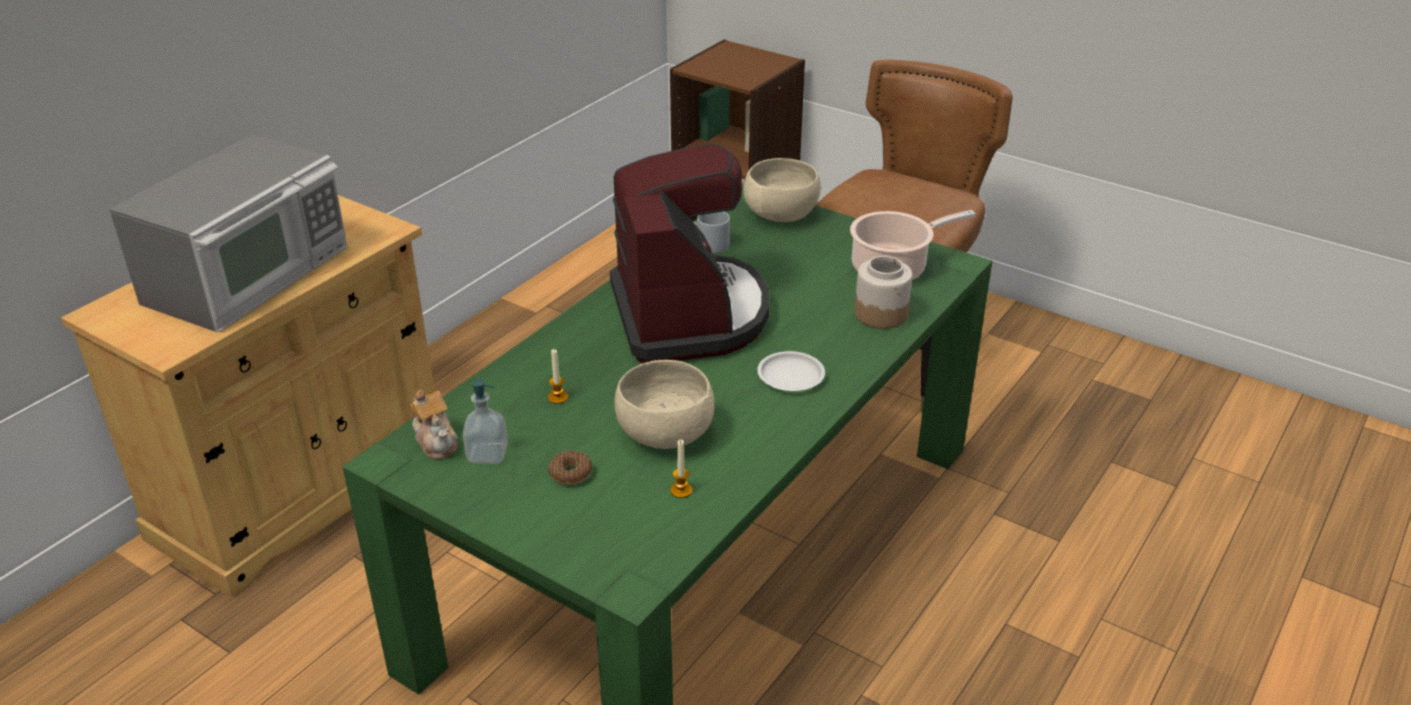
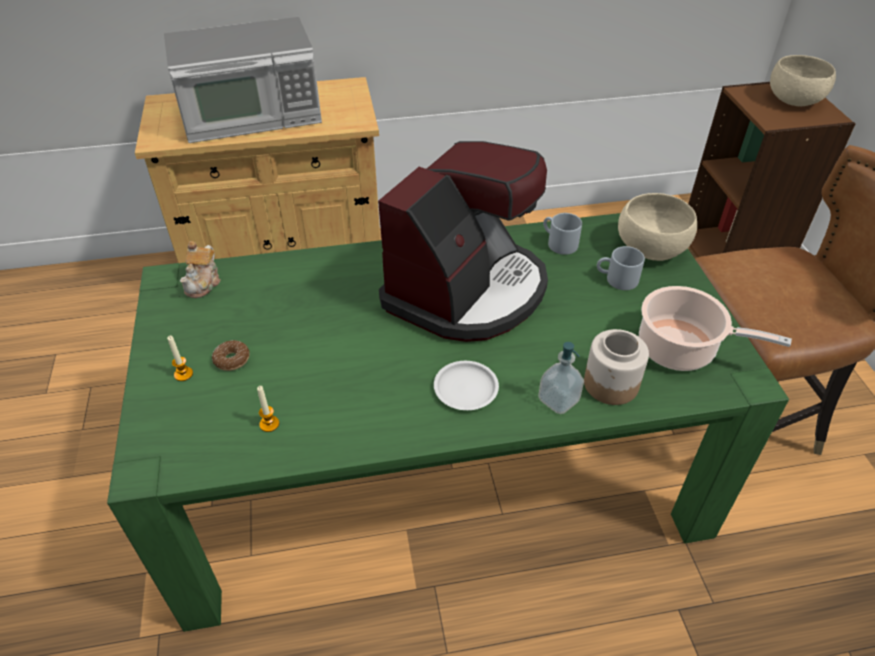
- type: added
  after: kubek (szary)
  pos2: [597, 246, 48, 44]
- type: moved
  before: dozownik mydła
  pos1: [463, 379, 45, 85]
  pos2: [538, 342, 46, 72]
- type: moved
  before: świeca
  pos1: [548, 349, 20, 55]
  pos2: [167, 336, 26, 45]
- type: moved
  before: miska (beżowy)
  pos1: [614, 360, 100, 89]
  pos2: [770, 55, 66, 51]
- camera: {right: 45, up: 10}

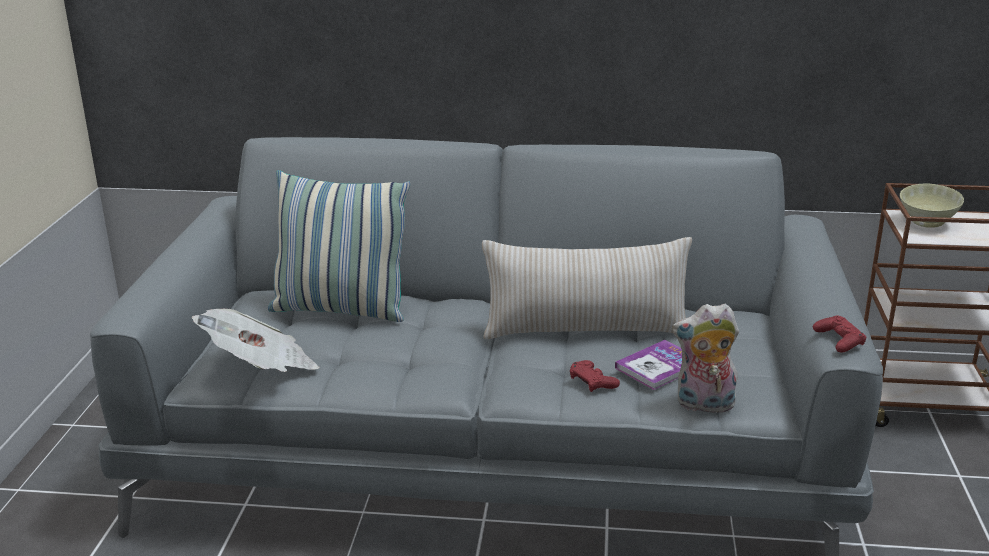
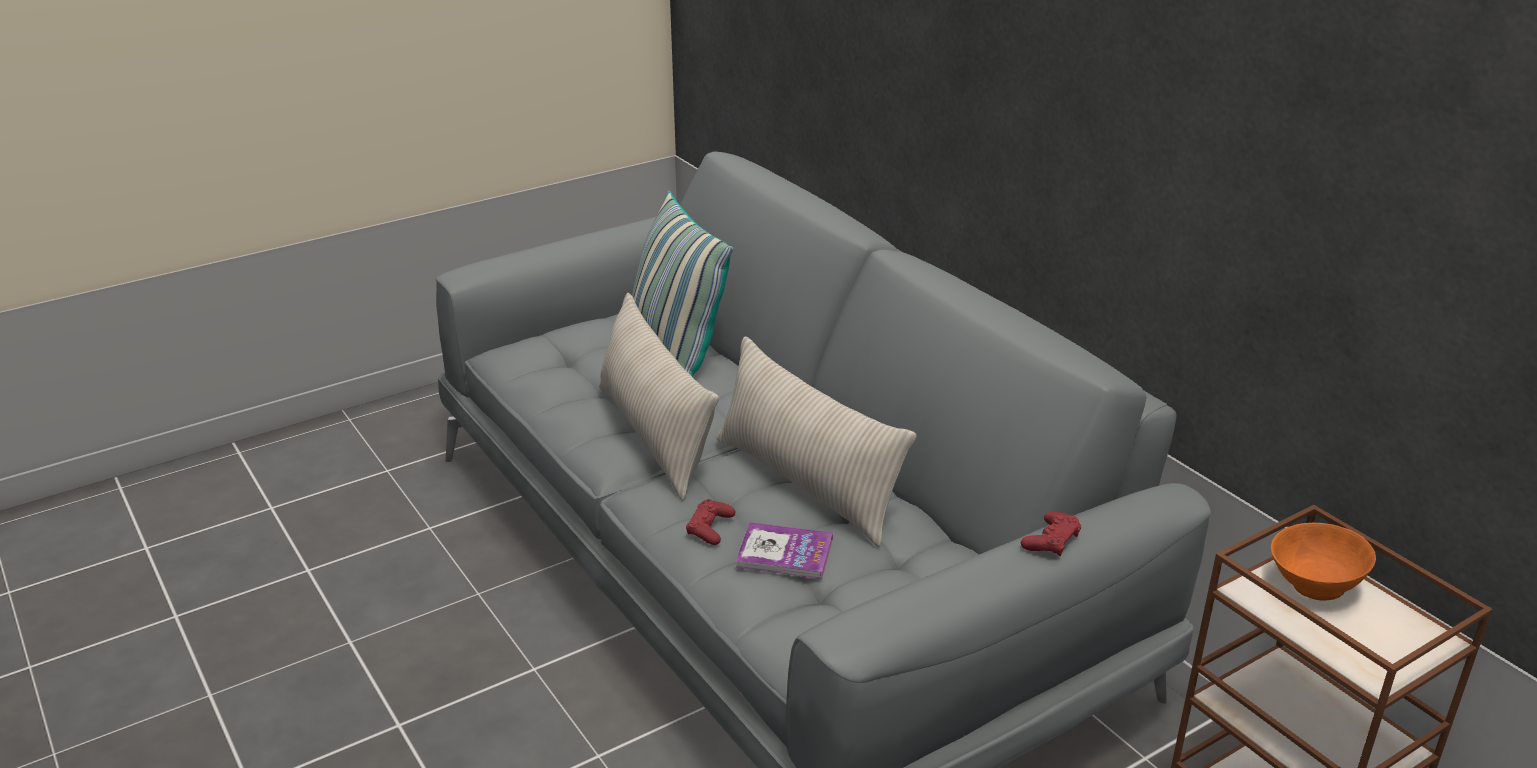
- type: removed
  before: gazeta
  pos1: [192, 309, 127, 63]
- type: removed
  before: pluszak
  pos1: [672, 304, 67, 112]
- type: added
  after: poduszka (beżowy)
  pos2: [599, 293, 120, 208]
- type: moved
  before: pad do gier (czerwony)
  pos1: [813, 316, 53, 37]
  pos2: [1021, 511, 60, 45]
- type: recoloured
  before: miska (beżowy)
  after: miska (pomarańczowy)
  pos1: [900, 184, 64, 44]
  pos2: [1271, 523, 105, 77]
- camera: {right: 50, up: 5}

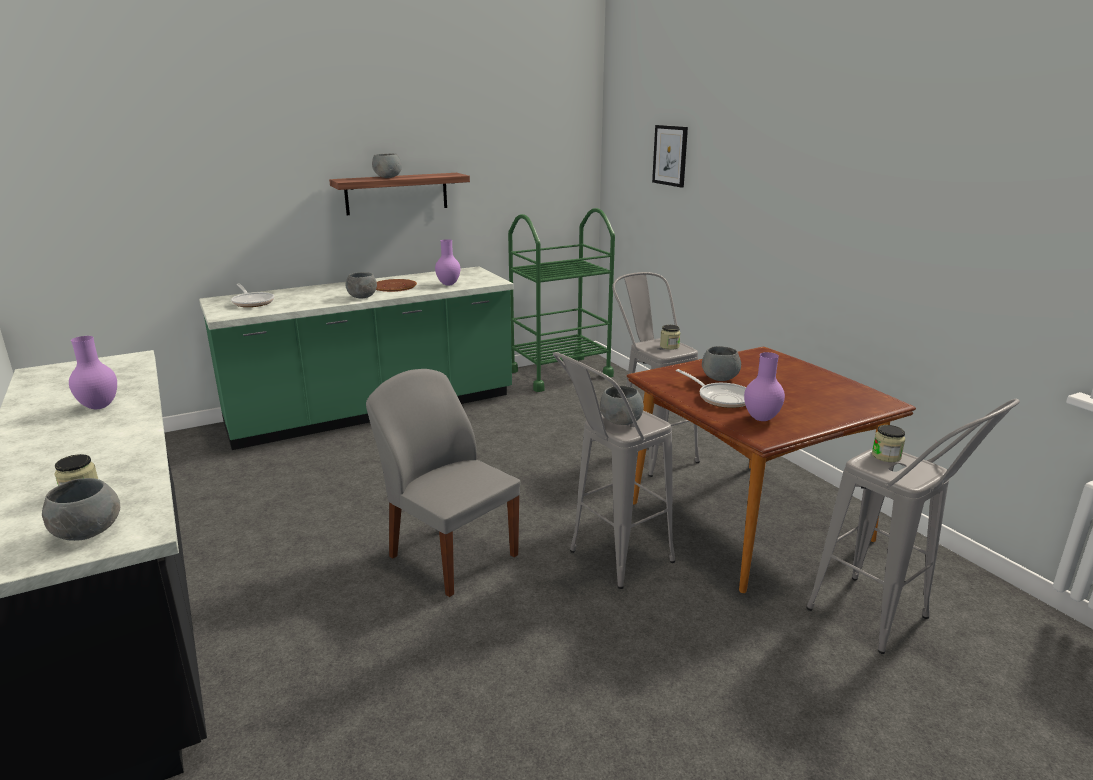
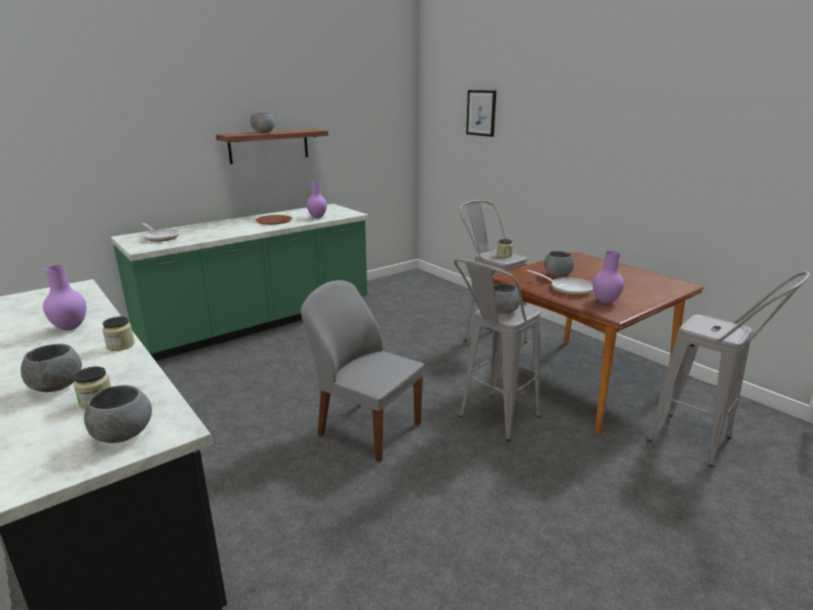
- type: removed
  before: wózek (zielony)
  pos1: [508, 208, 107, 184]
- type: moved
  before: miska (szary)
  pos1: [346, 272, 31, 26]
  pos2: [21, 344, 61, 48]
- type: moved
  before: słoik
  pos1: [872, 425, 33, 37]
  pos2: [102, 316, 33, 35]
- camera: {right: -10, up: 0}

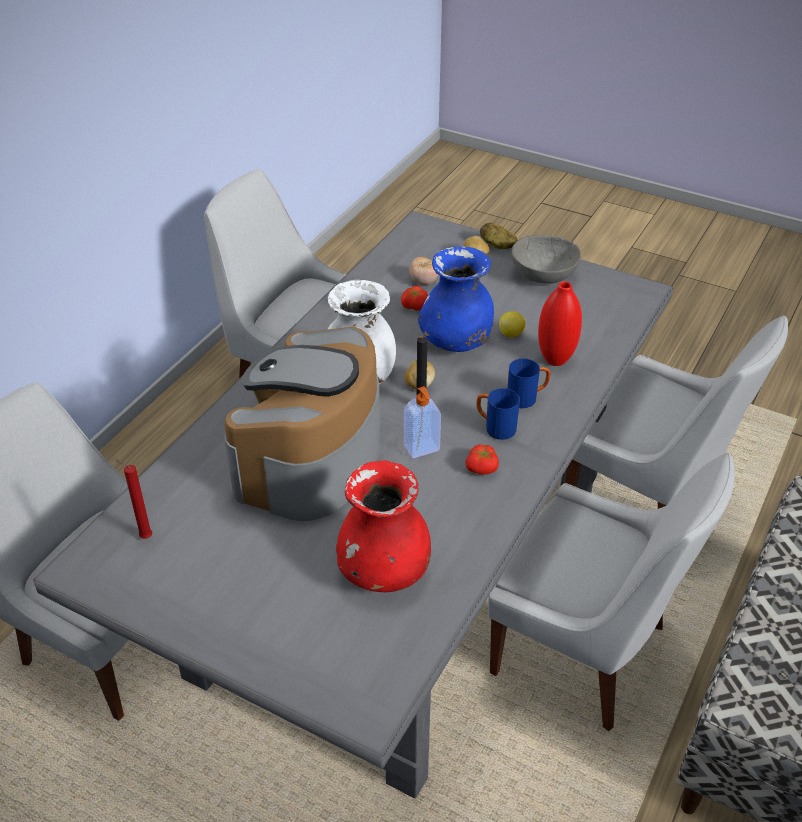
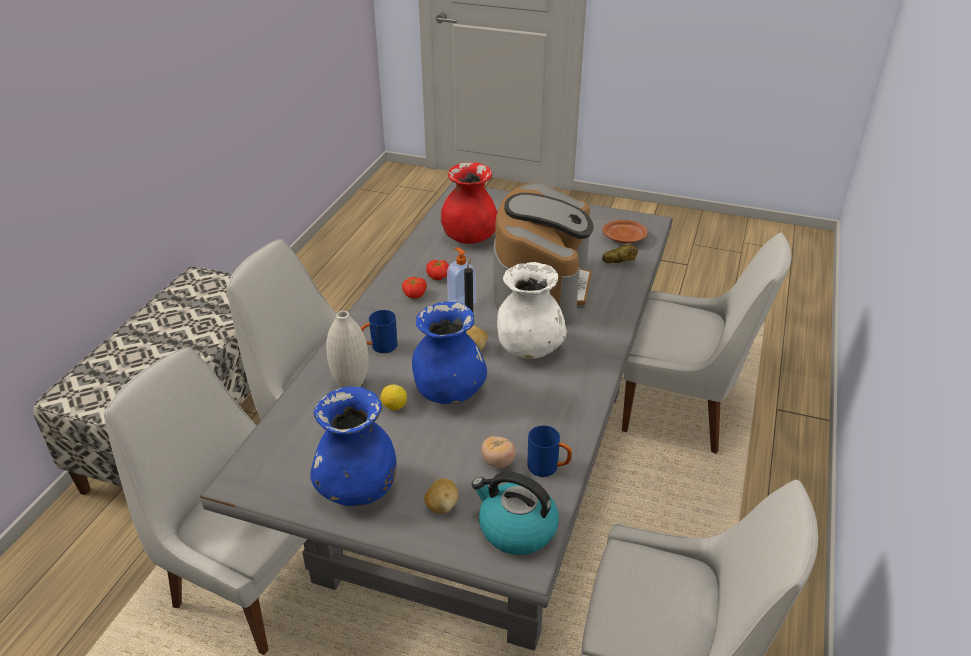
- type: added
  after: czajnik
  pos2: [472, 472, 87, 83]
- type: moved
  before: pomidor
  pos1: [401, 286, 27, 25]
  pos2: [426, 260, 23, 20]
- type: moved
  before: kubek (niebieski)
  pos1: [476, 388, 44, 52]
  pos2: [527, 425, 45, 52]
- type: moved
  before: ziemniak
  pos1: [480, 223, 37, 26]
  pos2: [602, 244, 36, 19]
- type: replaced
  before: świeca (czerwony)
  after: talerz (brązowy)
  pos1: [116, 460, 36, 79]
  pos2: [603, 220, 45, 23]
- type: replaced
  before: miska (szary)
  after: wazon (niebieski)
  pos1: [511, 235, 70, 49]
  pos2: [310, 386, 86, 120]
- type: recoloured
  before: wazon (czerwony)
  after: wazon (biały)
  pos1: [538, 281, 44, 85]
  pos2: [326, 311, 43, 77]
- camera: {right: 170, up: -5}

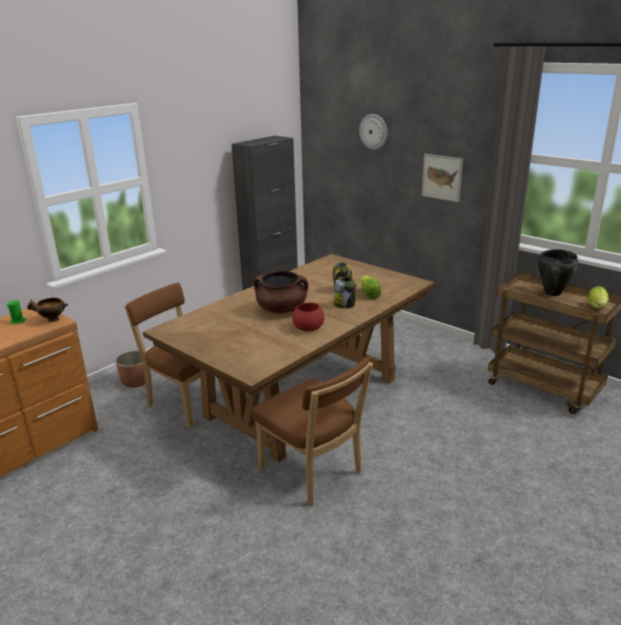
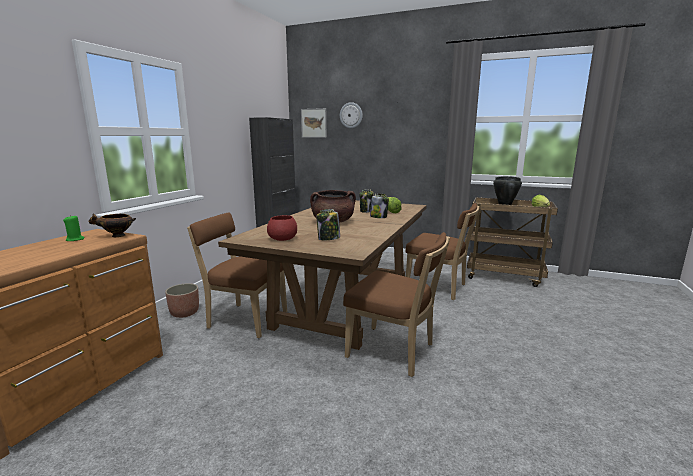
- type: added
  after: słoik
  pos2: [317, 209, 23, 31]
- type: added
  after: krzesło (brązowy)
  pos2: [405, 203, 75, 97]
- type: moved
  before: miska (czerwony)
  pos1: [292, 303, 32, 29]
  pos2: [267, 215, 30, 26]
- type: moved
  before: obraz
  pos1: [421, 154, 42, 48]
  pos2: [301, 108, 26, 30]
- camera: {right: -20, up: -10}

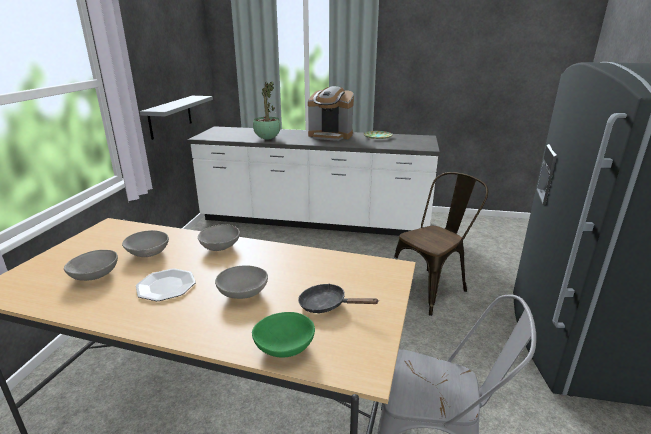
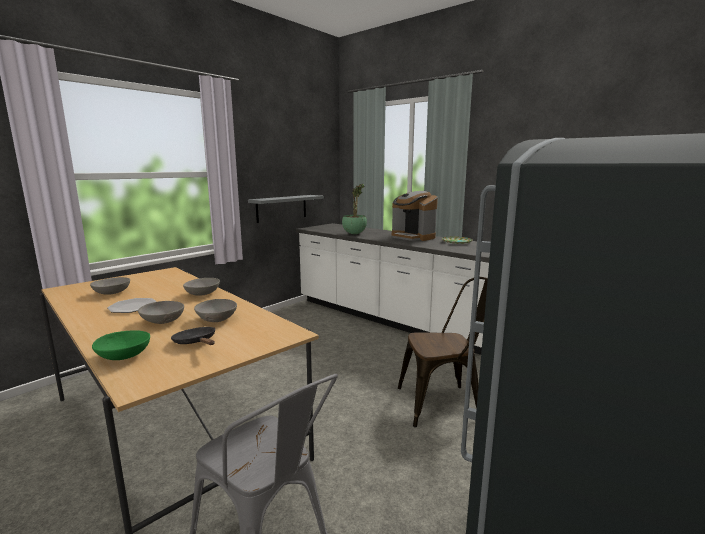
- type: moved
  before: miska (szary)
  pos1: [122, 230, 47, 27]
  pos2: [194, 299, 43, 23]
- camera: {right: 30, up: -10}

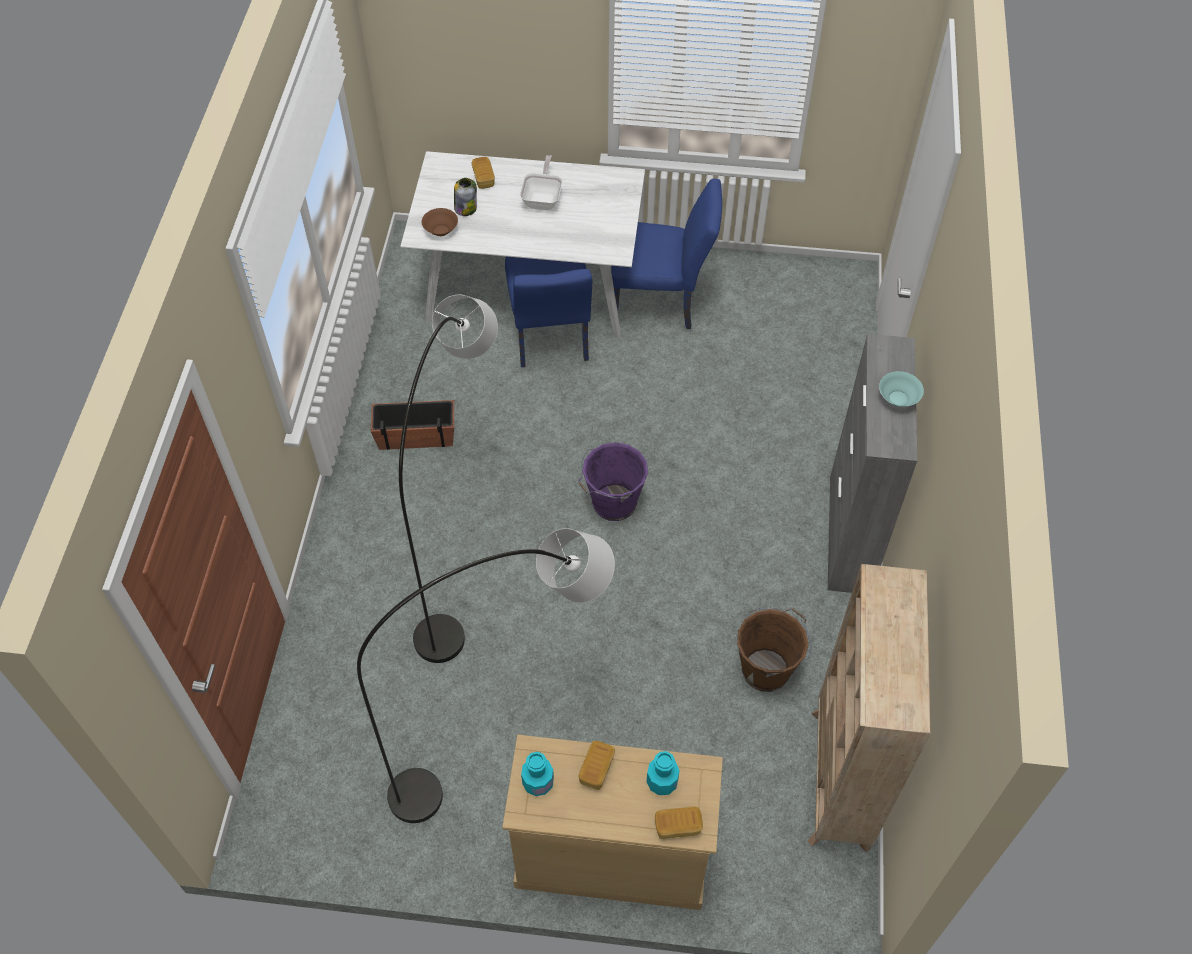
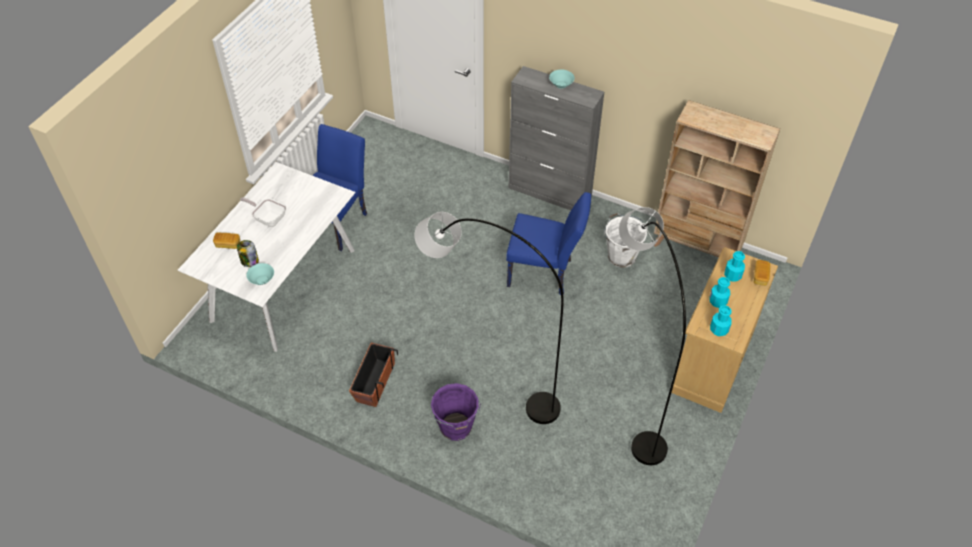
- type: moved
  before: krzesło (niebieski)
  pos1: [505, 257, 87, 110]
  pos2: [506, 192, 85, 103]
- type: moved
  before: wiadro (fioletowy)
  pos1: [578, 442, 70, 79]
  pos2: [431, 383, 50, 58]
- type: replaced
  before: chleb
  after: butelka (turkusowy)
  pos1: [579, 741, 36, 49]
  pos2: [709, 277, 21, 31]
- type: recoloured
  before: miska (brązowy)
  after: miska (turkusowy)
  pos1: [422, 208, 36, 28]
  pos2: [246, 263, 28, 22]
- type: recoloured
  before: wiadro (brązowy)
  after: wiadro (biały)
  pos1: [737, 608, 75, 84]
  pos2: [604, 213, 43, 55]
- camera: {right: -70, up: -5}

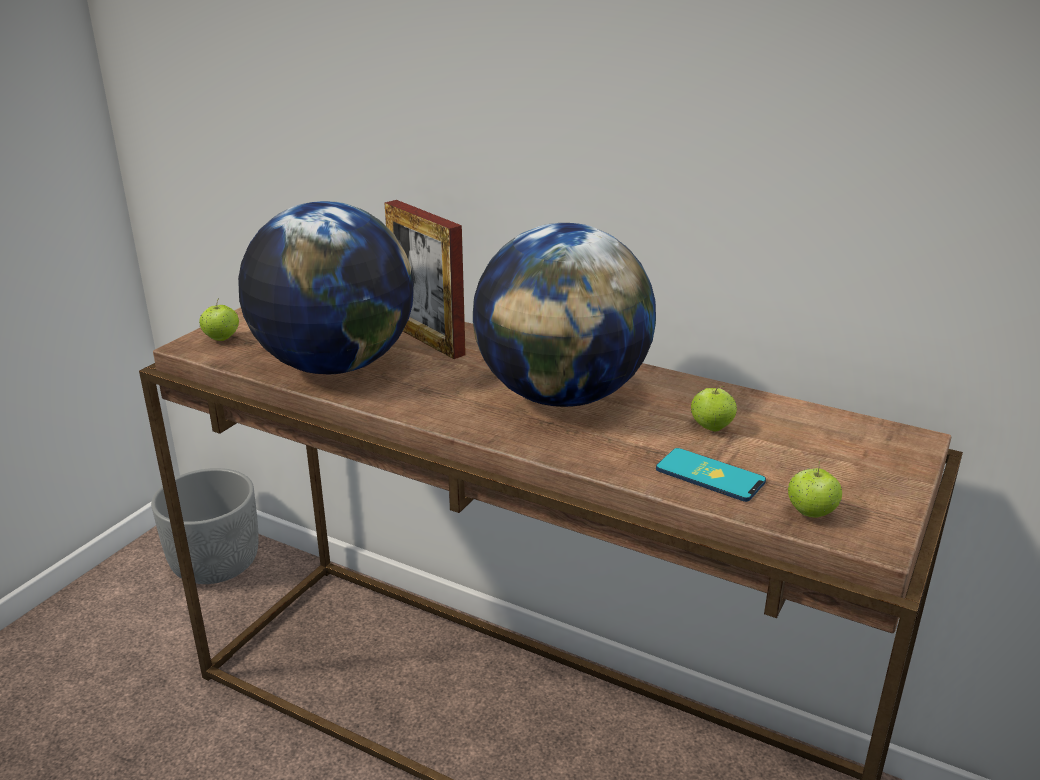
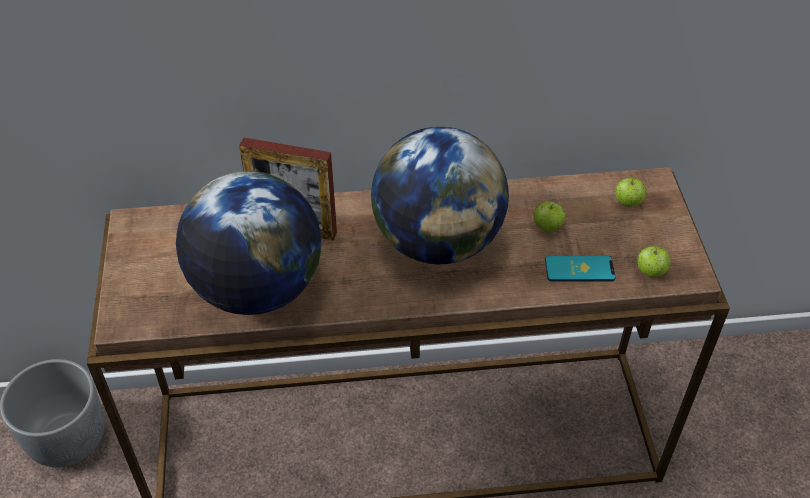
- type: moved
  before: jabłko
  pos1: [199, 298, 40, 43]
  pos2: [615, 176, 32, 31]
- camera: {right: -35, up: 20}

